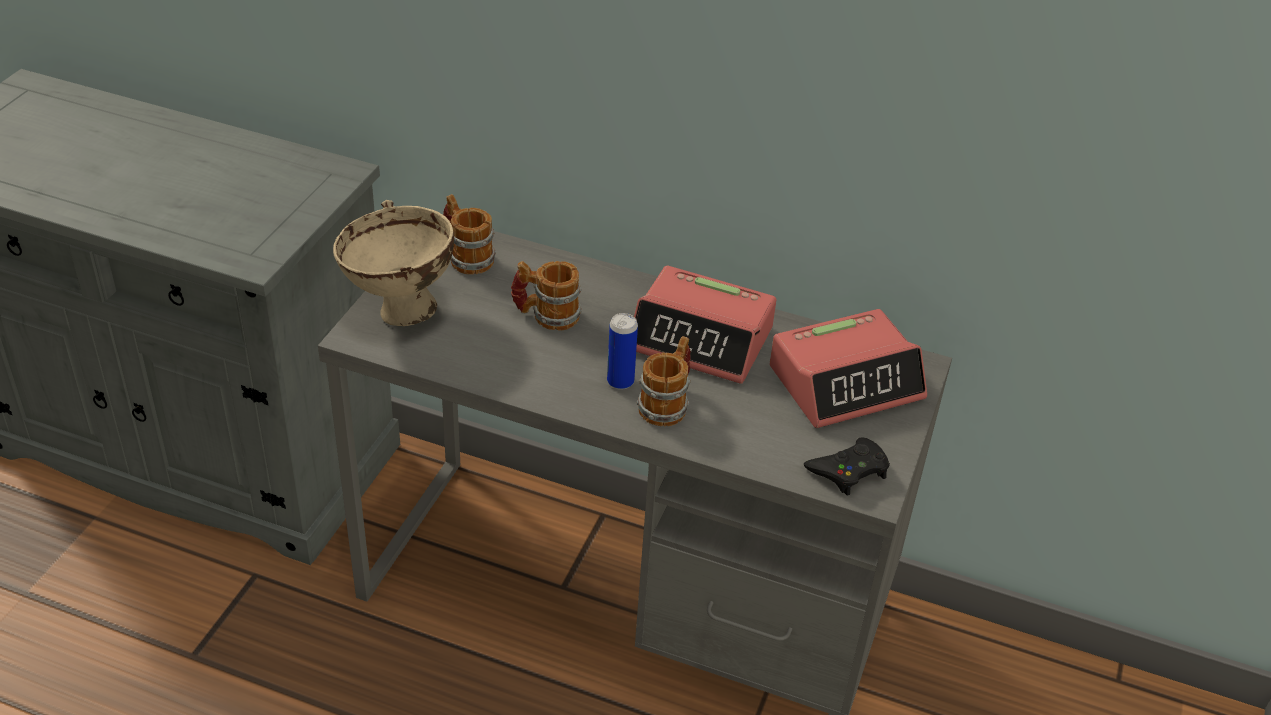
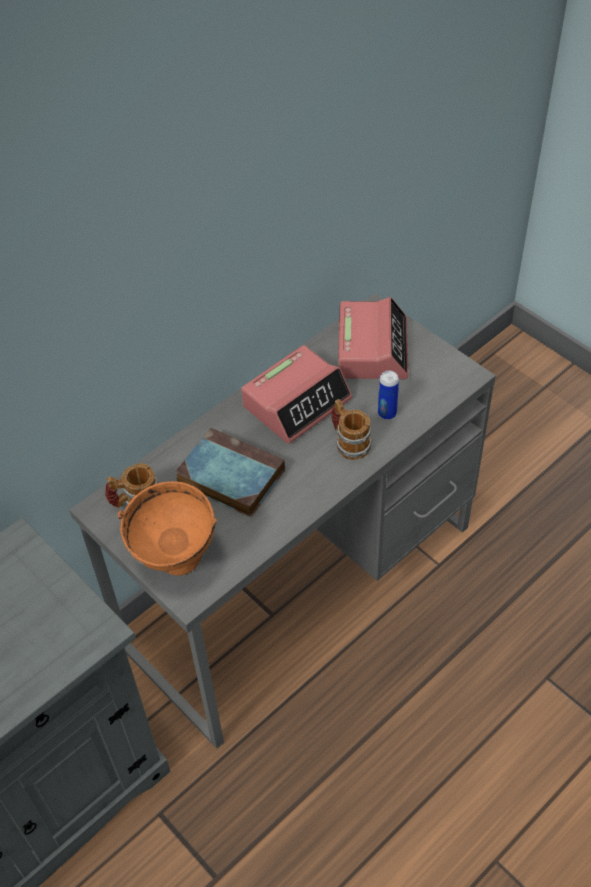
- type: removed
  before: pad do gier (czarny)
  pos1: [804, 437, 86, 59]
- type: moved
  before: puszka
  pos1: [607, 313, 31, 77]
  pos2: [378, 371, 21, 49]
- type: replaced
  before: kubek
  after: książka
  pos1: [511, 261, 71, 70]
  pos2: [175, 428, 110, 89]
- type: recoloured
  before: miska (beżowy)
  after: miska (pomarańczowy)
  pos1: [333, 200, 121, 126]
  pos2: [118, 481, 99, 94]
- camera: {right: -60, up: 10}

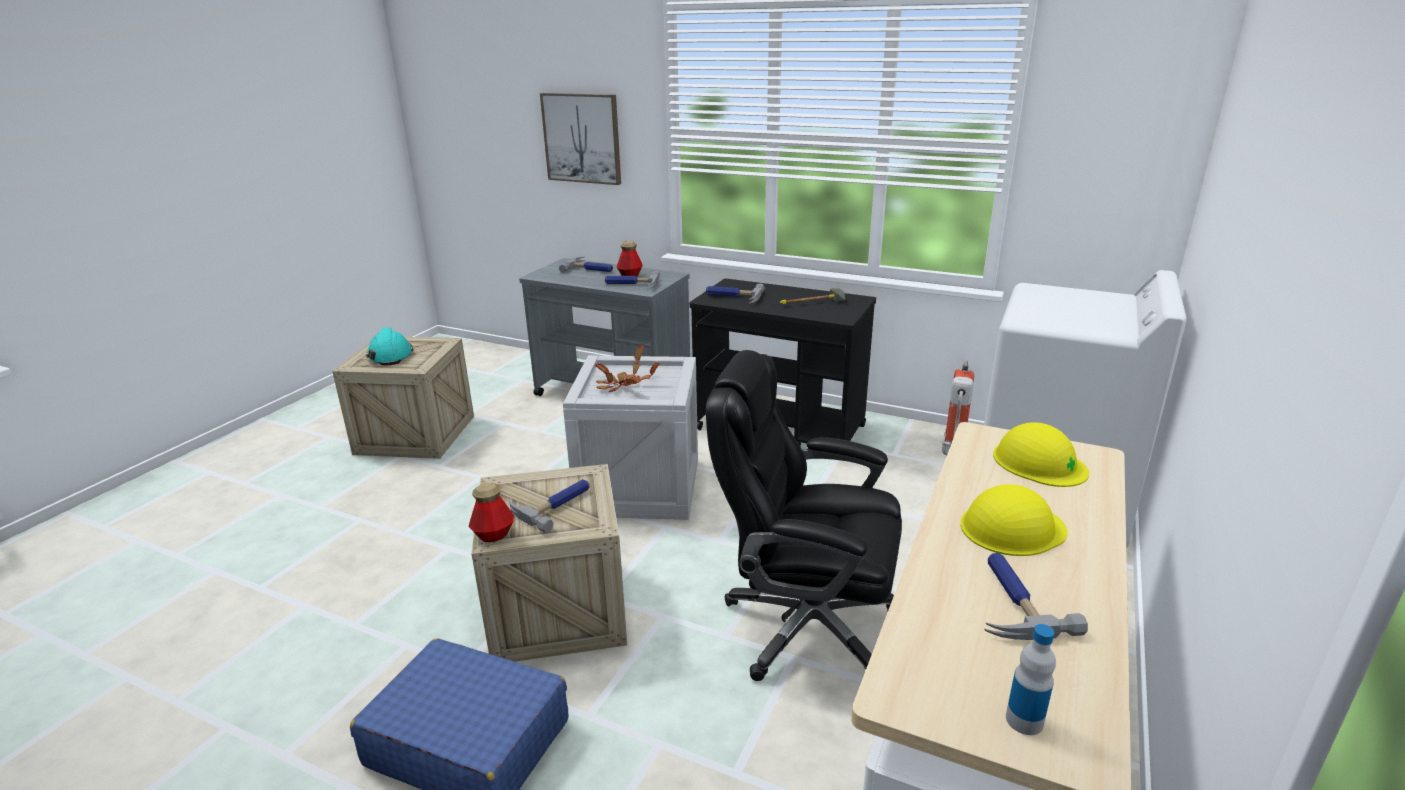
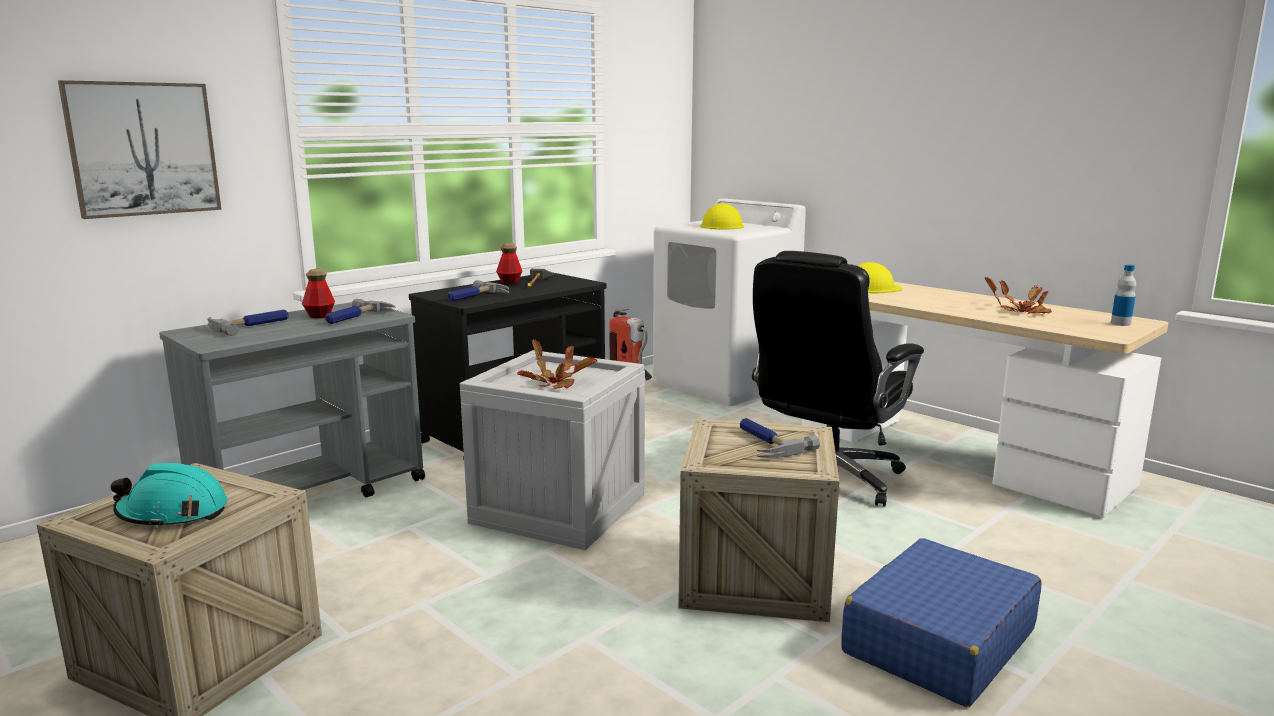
- type: moved
  before: butelka
  pos1: [468, 482, 46, 60]
  pos2: [496, 243, 26, 41]
- type: moved
  before: kask (żółty)
  pos1: [960, 484, 108, 72]
  pos2: [700, 203, 44, 26]
- type: replaced
  before: młotek
  after: roślina doniczkowa
  pos1: [985, 553, 103, 87]
  pos2: [984, 277, 68, 37]
- camera: {right: -70, up: -10}

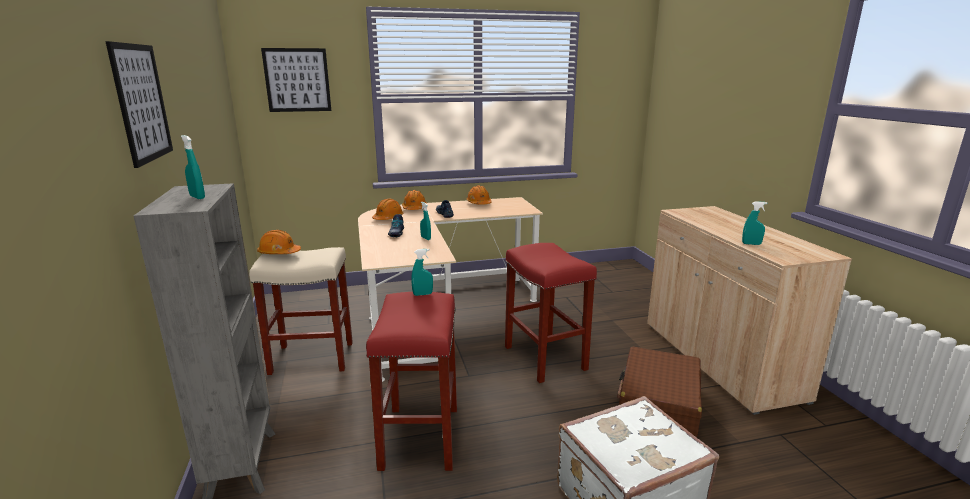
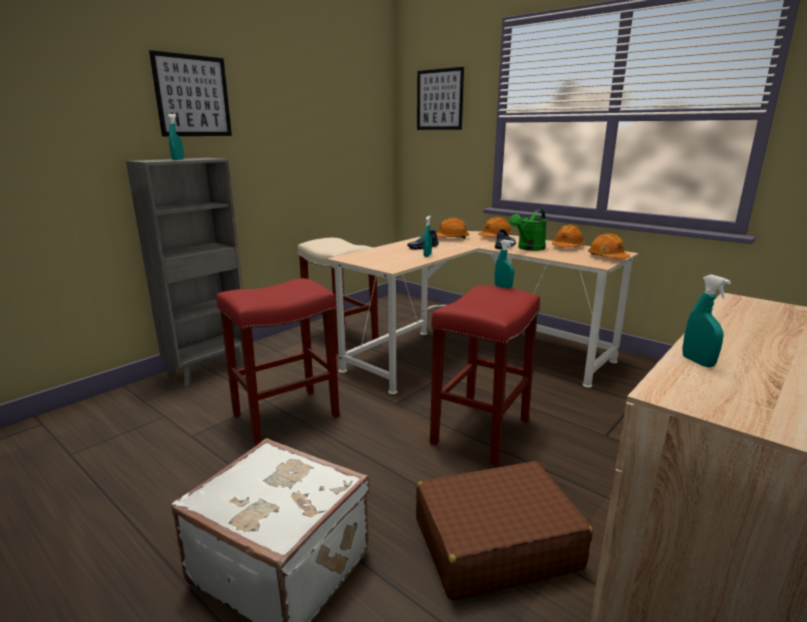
- type: added
  after: konewka (zielony)
  pos2: [509, 209, 38, 42]
- type: moved
  before: kask (pomarańczowy)
  pos1: [257, 230, 44, 24]
  pos2: [588, 233, 42, 26]
- type: moved
  before: spryskiwacz (turkusowy)
  pos1: [411, 249, 22, 47]
  pos2: [495, 240, 19, 48]
- camera: {right: 55, up: 0}

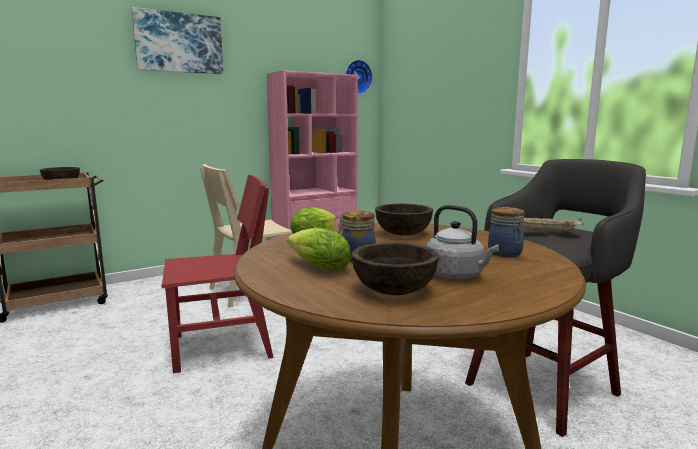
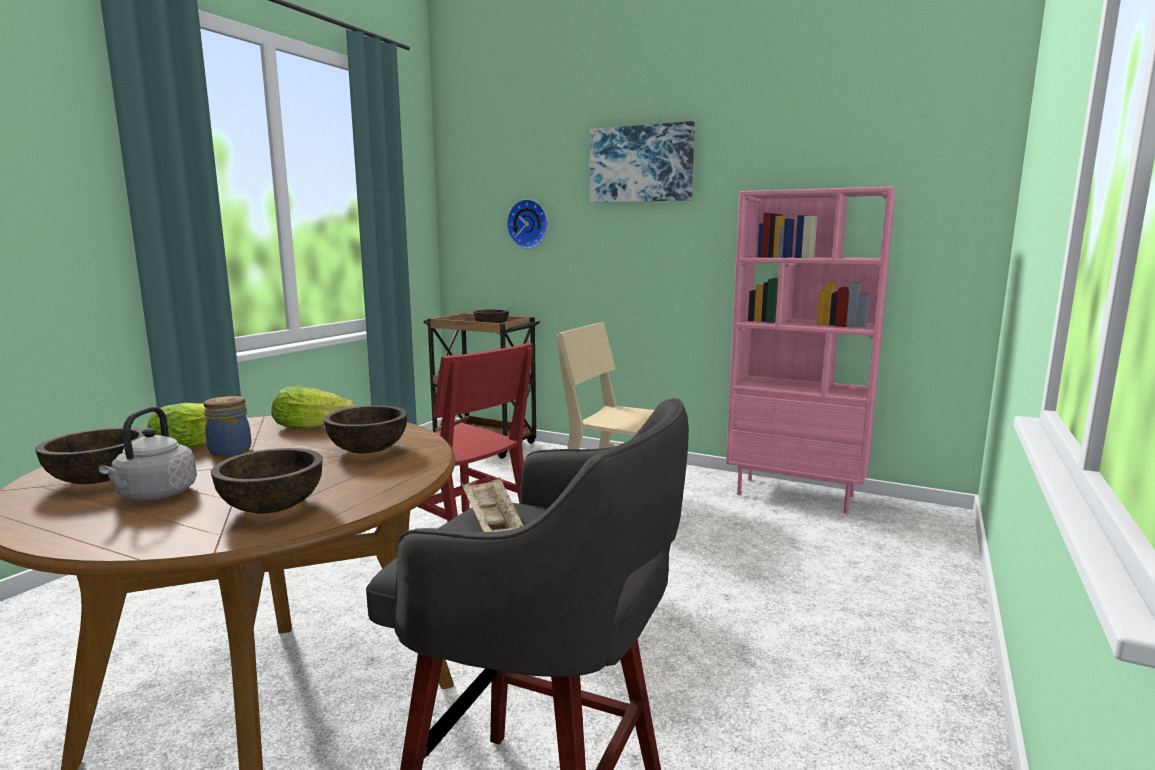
- type: moved
  before: zegar ścienny
  pos1: [345, 60, 28, 34]
  pos2: [506, 199, 42, 50]
- type: replaced
  before: słoik
  after: miska (brązowy)
  pos1: [488, 207, 37, 50]
  pos2: [211, 448, 112, 65]
- camera: {right: 60, up: 0}

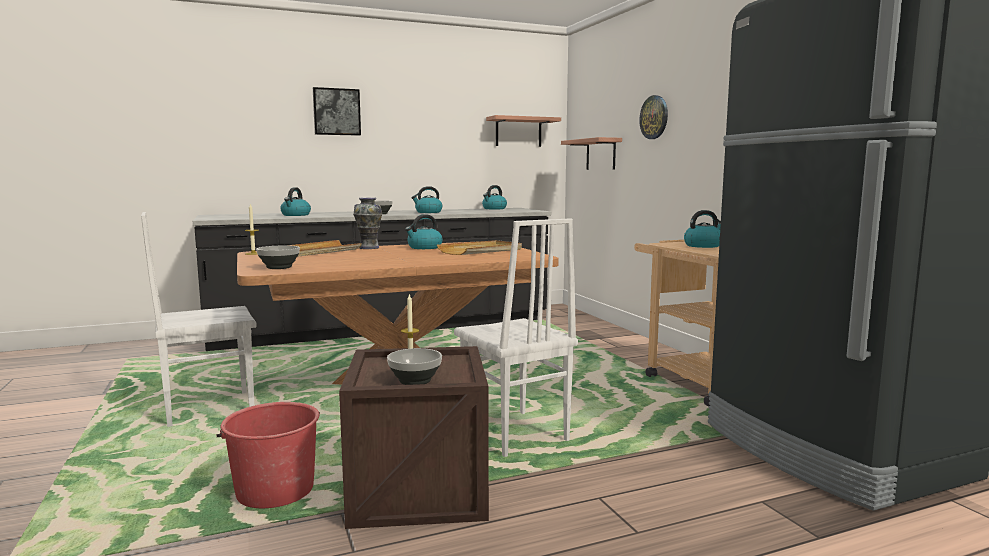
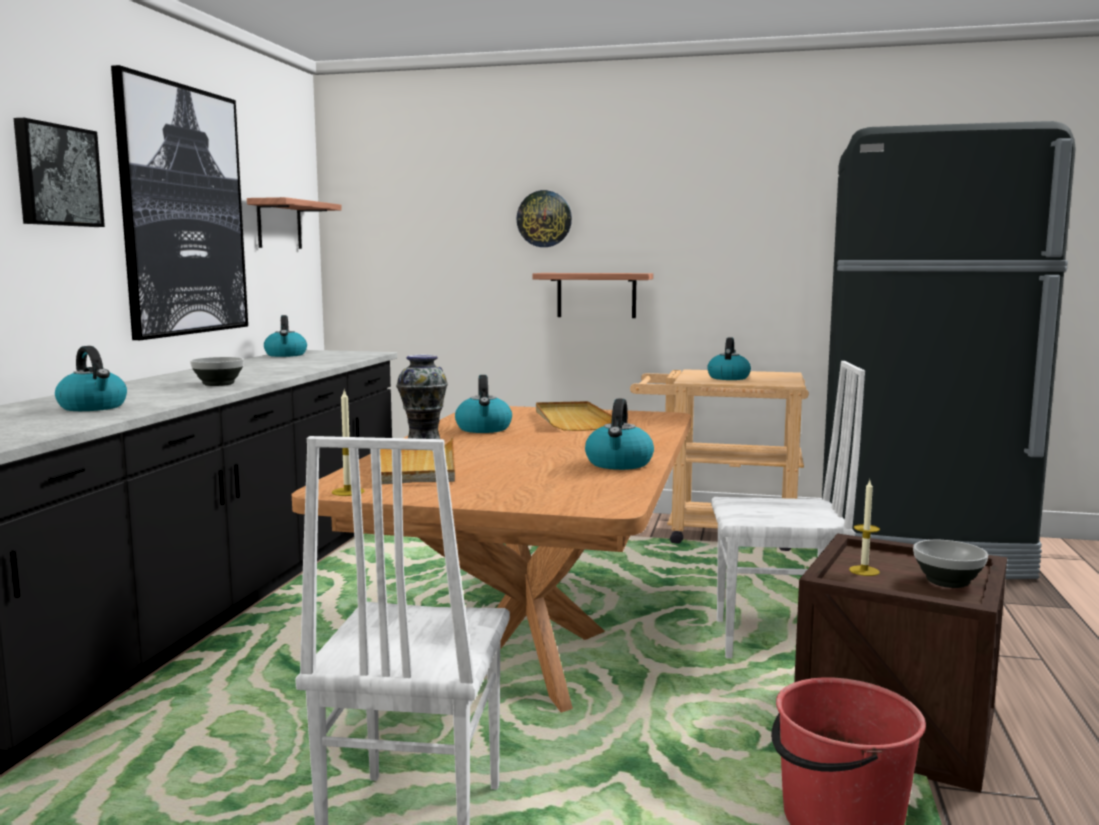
- type: removed
  before: miska
  pos1: [256, 245, 44, 24]
- type: added
  after: obraz
  pos2: [111, 65, 137, 275]
- type: moved
  before: czajnik
  pos1: [412, 186, 30, 27]
  pos2: [585, 399, 69, 71]
- type: moved
  before: półka
  pos1: [561, 137, 61, 33]
  pos2: [532, 273, 121, 45]
- camera: {right: -55, up: 0}

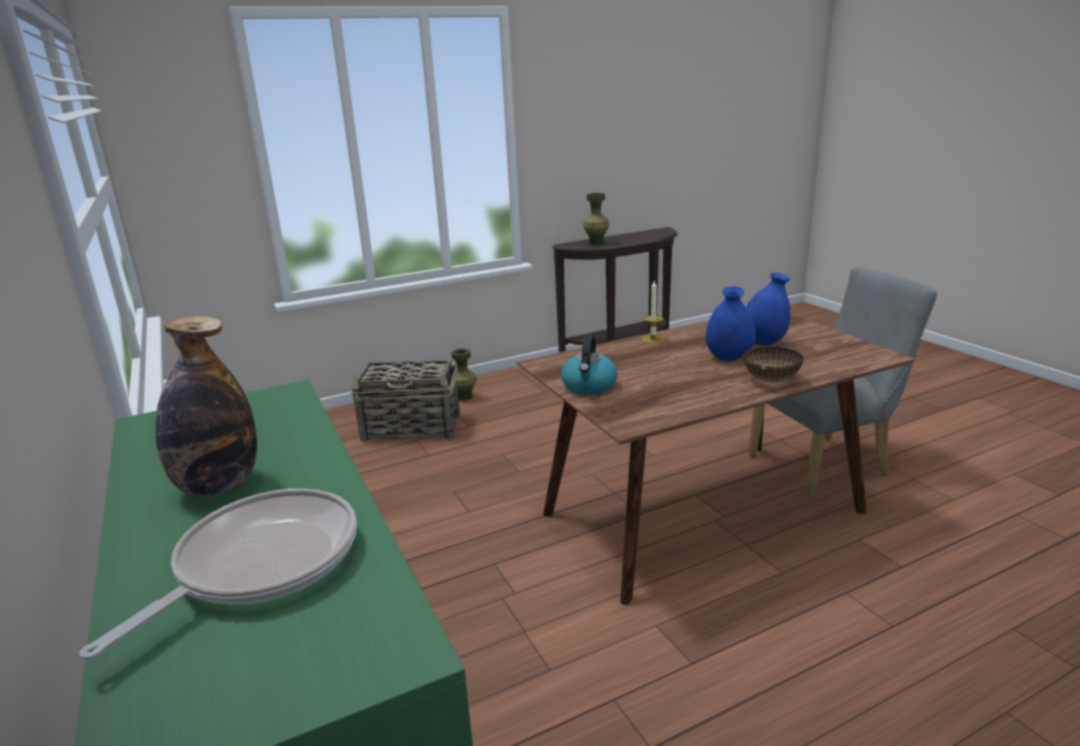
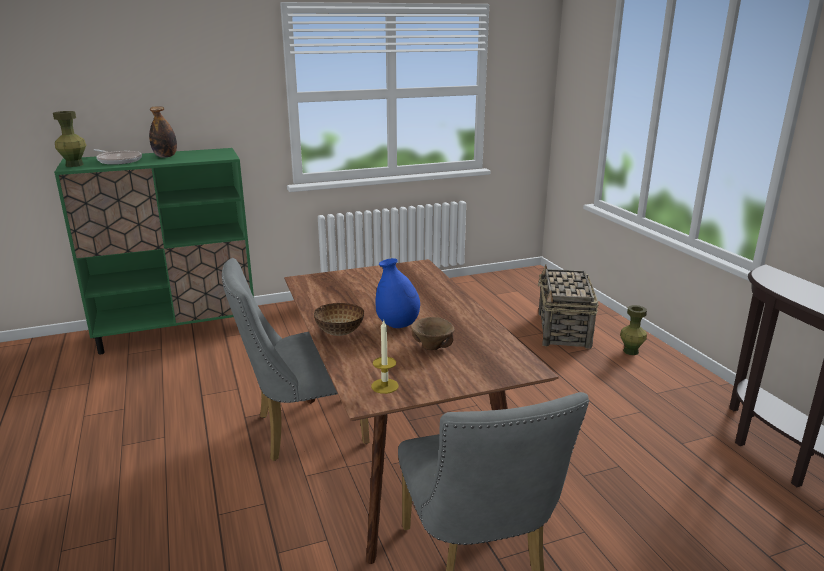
- type: removed
  before: czajnik
  pos1: [561, 334, 57, 61]
- type: added
  after: krzesło (szary)
  pos2: [222, 258, 148, 203]
- type: moved
  before: wazon (zielony)
  pos1: [583, 193, 26, 52]
  pos2: [53, 111, 33, 56]
- type: moved
  before: świeca
  pos1: [641, 281, 24, 63]
  pos2: [371, 320, 28, 74]
- type: replaced
  before: wazon (niebieski)
  after: miska (brązowy)
  pos1: [746, 272, 44, 74]
  pos2: [411, 317, 44, 33]
- camera: {right: 95, up: 0}

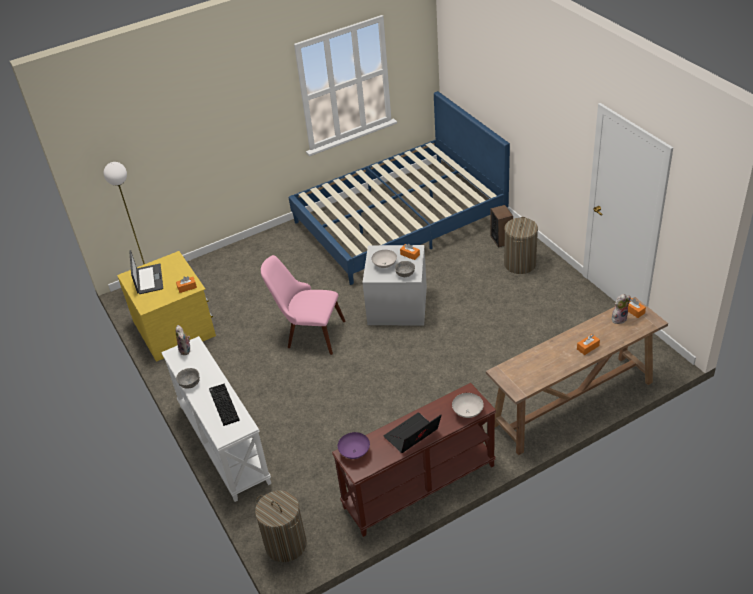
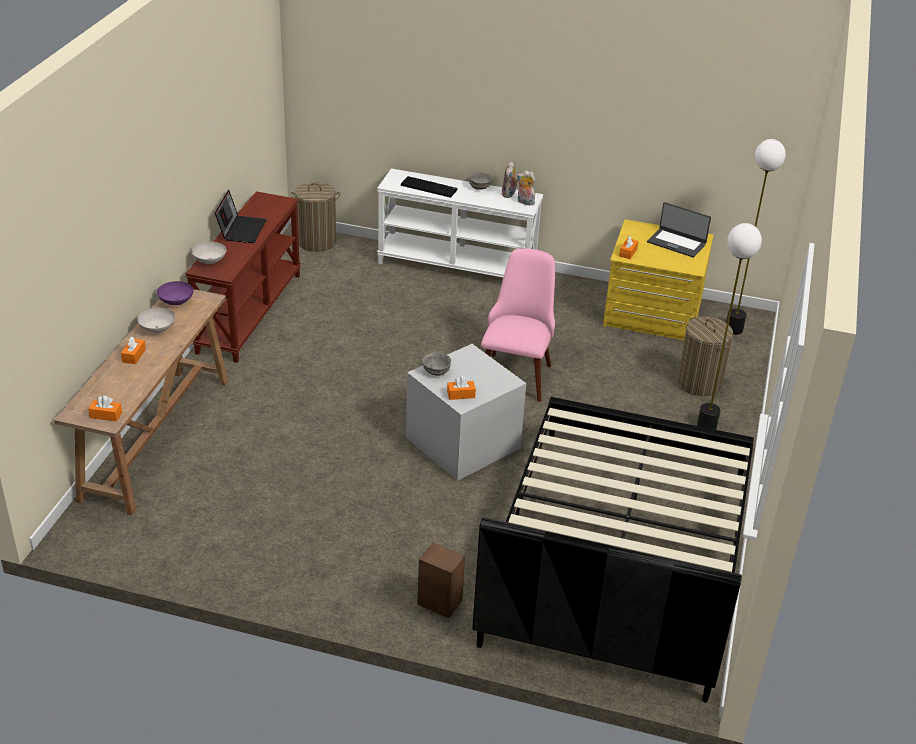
- type: added
  after: lampa stojąca
  pos2: [697, 223, 65, 207]
- type: moved
  before: miska (fioletowy)
  pos1: [338, 432, 32, 27]
  pos2: [157, 281, 37, 24]
- type: moved
  before: miska (biały)
  pos1: [371, 250, 26, 18]
  pos2: [137, 308, 38, 25]
- type: moved
  before: kosz na pranie
  pos1: [504, 217, 34, 57]
  pos2: [677, 317, 56, 79]
- type: moved
  before: pluszak
  pos1: [612, 294, 19, 30]
  pos2: [501, 161, 17, 37]
- type: recoloured
  before: łóżko (niebieski)
  after: łóżko (czarny)
  pos1: [289, 91, 221, 194]
  pos2: [472, 397, 282, 306]
- type: turned
  before: krzesło (różowy)
  pos1: [261, 255, 84, 100]
  pos2: [481, 248, 74, 154]
  turn: -45
- camera: {right: 130, up: -5}

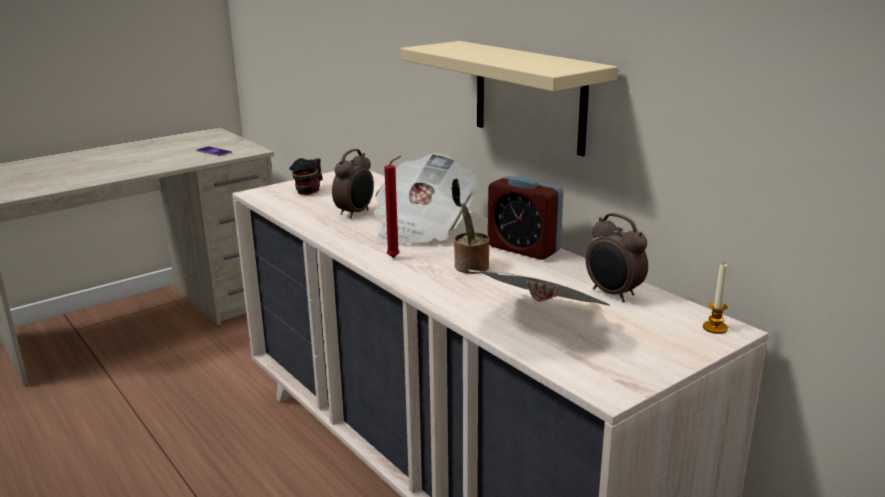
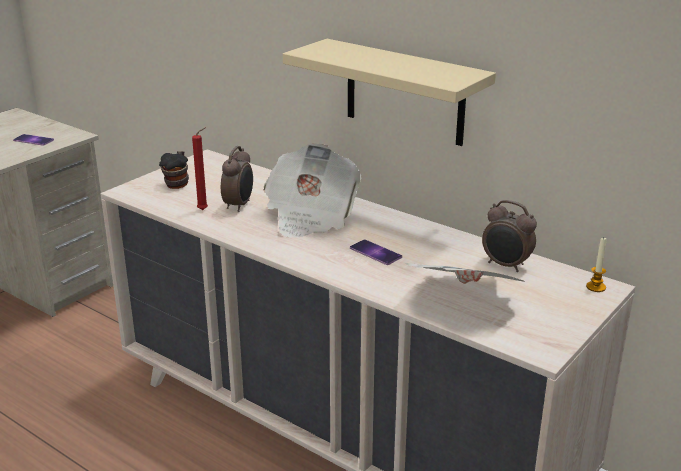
- type: removed
  before: budzik
  pos1: [488, 176, 75, 84]
- type: moved
  before: świeca (czerwony)
  pos1: [384, 156, 17, 102]
  pos2: [192, 127, 16, 83]
- type: replaced
  before: roślina doniczkowa
  after: telefon
  pos1: [451, 178, 39, 96]
  pos2: [350, 239, 52, 26]
- camera: {right: -15, up: 5}

